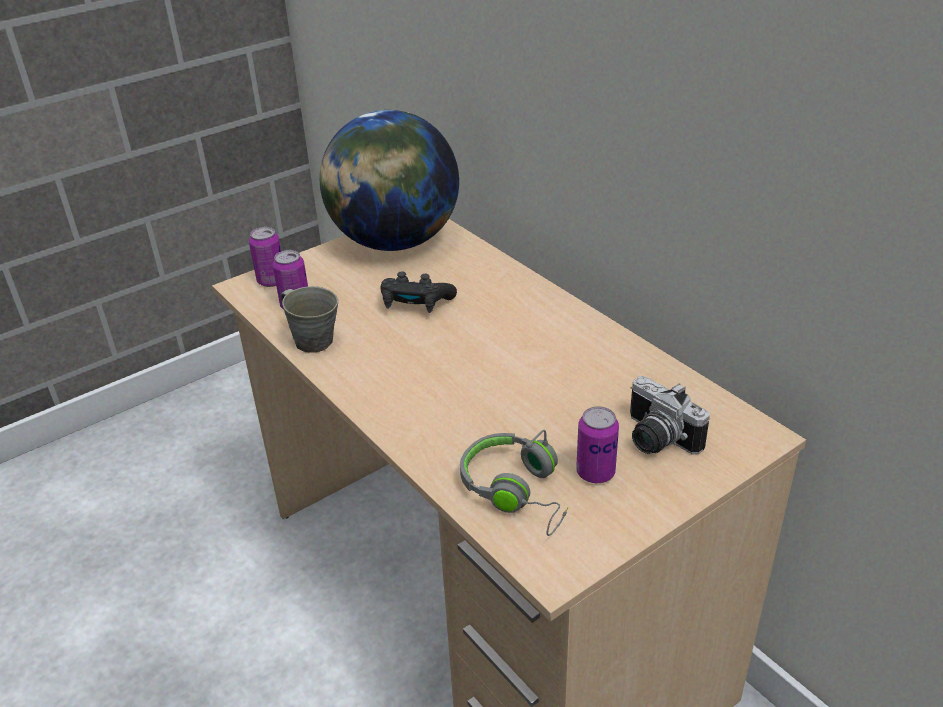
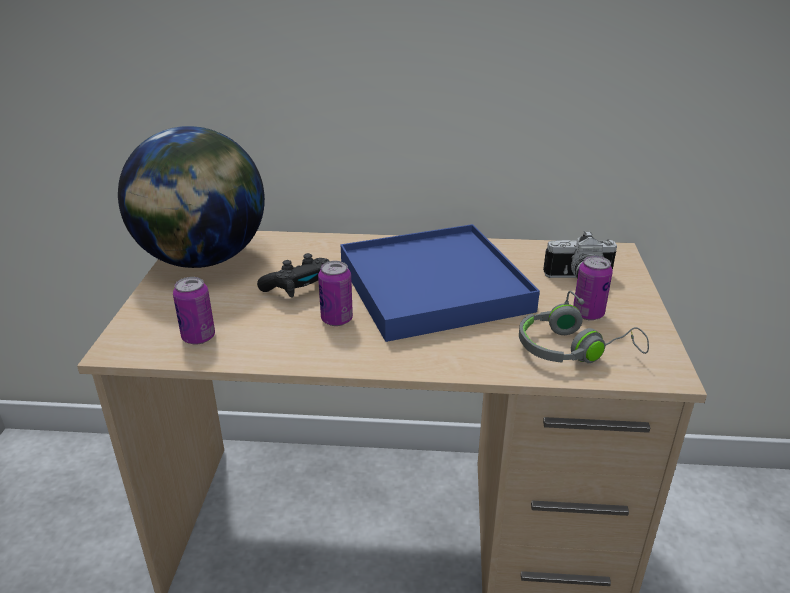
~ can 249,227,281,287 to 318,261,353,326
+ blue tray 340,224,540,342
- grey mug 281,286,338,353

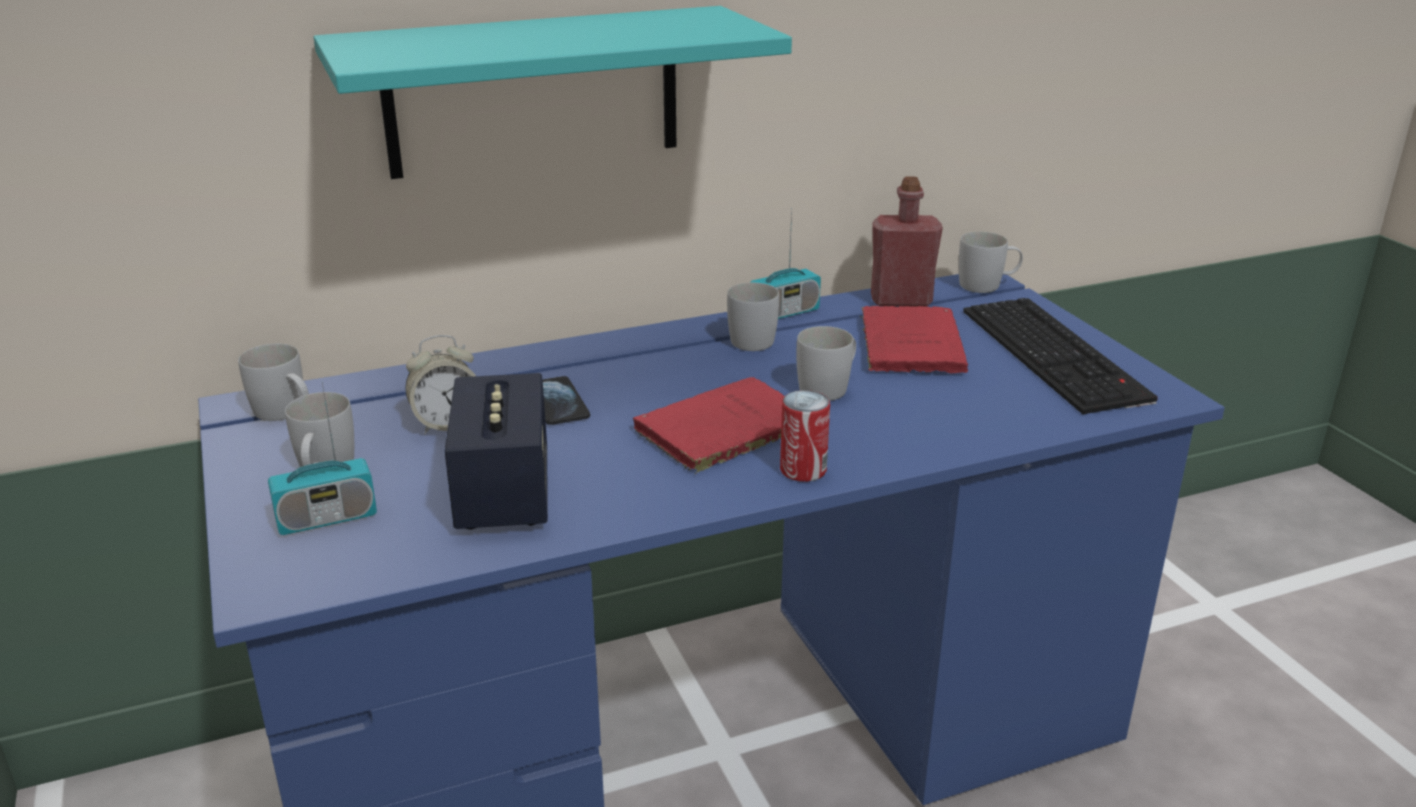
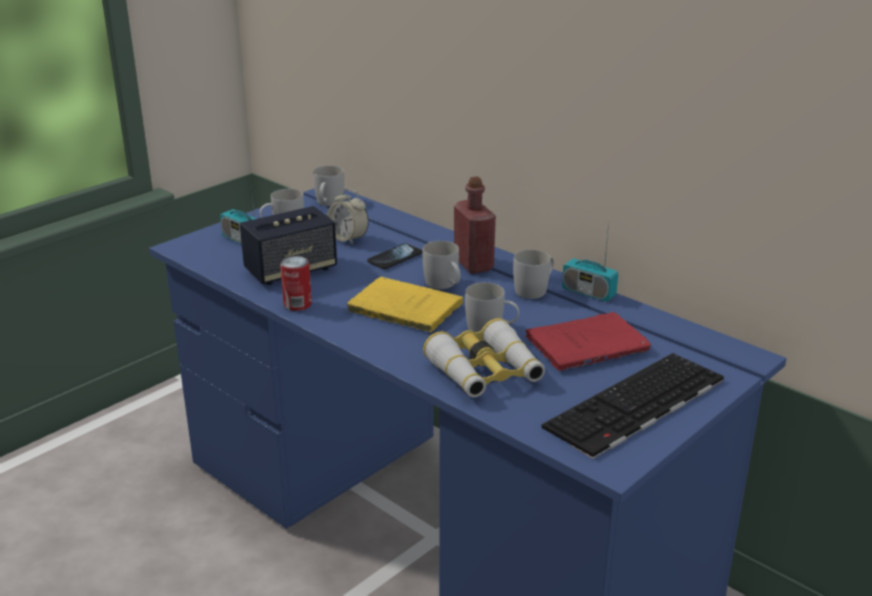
~ can 780,390,830,482 to 280,256,312,311
~ red book 633,377,785,474 to yellow book 347,277,463,333
~ white mug 959,232,1023,293 to 423,241,461,289
+ binoculars 423,318,545,397
~ red bottle 871,176,943,307 to 454,176,496,274
- turquoise shelf 314,6,792,179

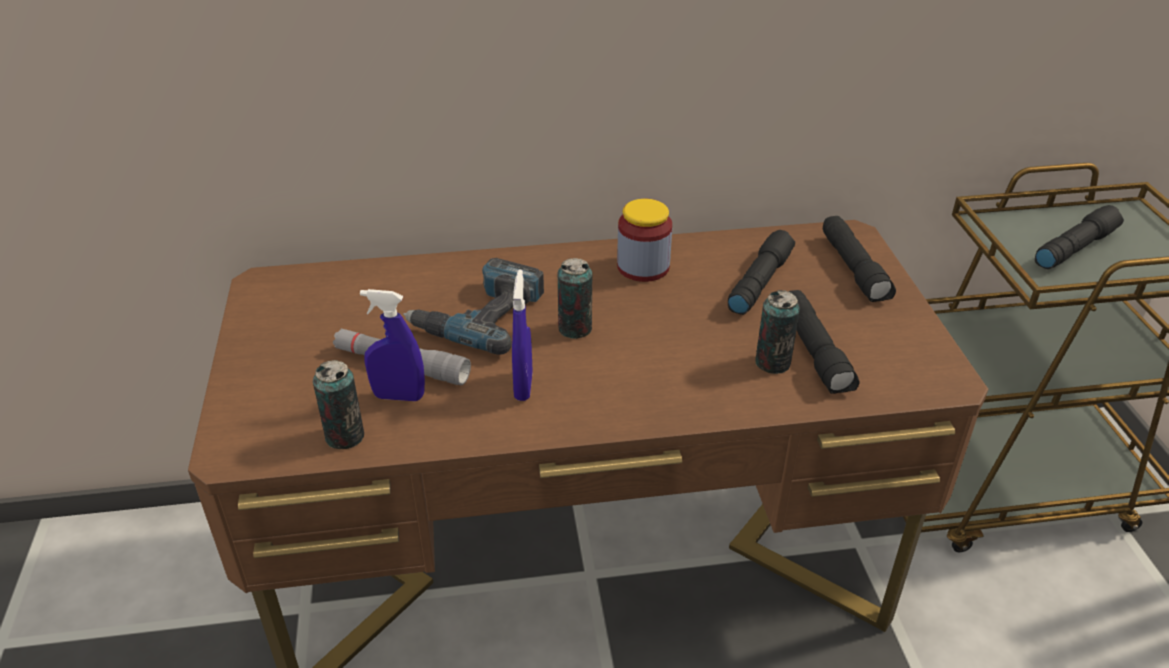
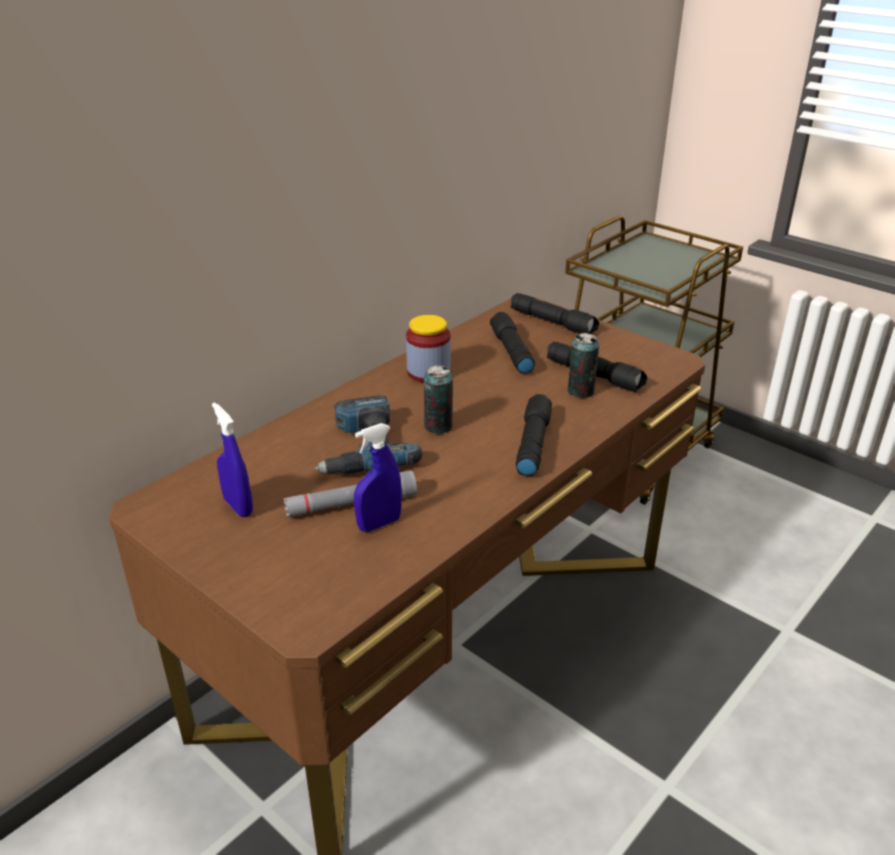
~ blue spray bottle 512,270,533,401 to 212,402,253,517
~ black flashlight 1035,205,1124,269 to 516,394,552,476
- can 313,360,364,449

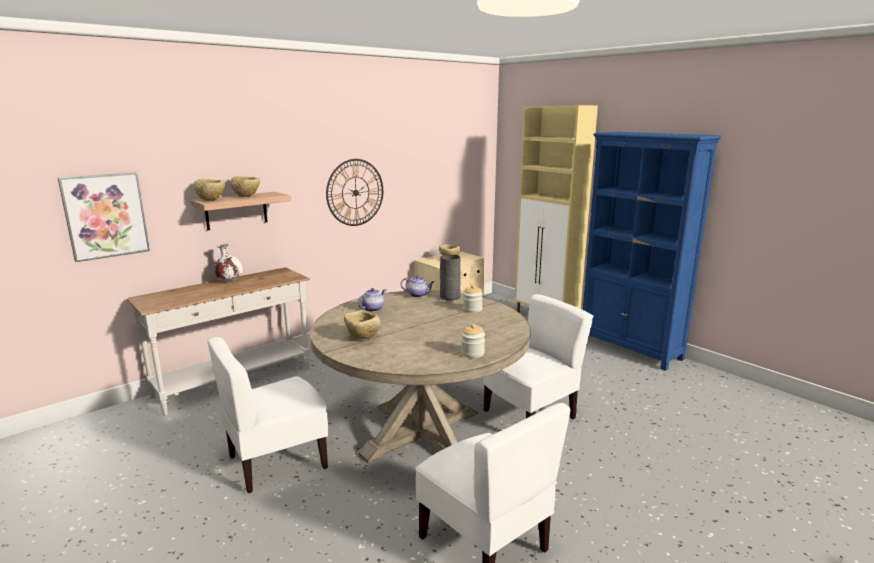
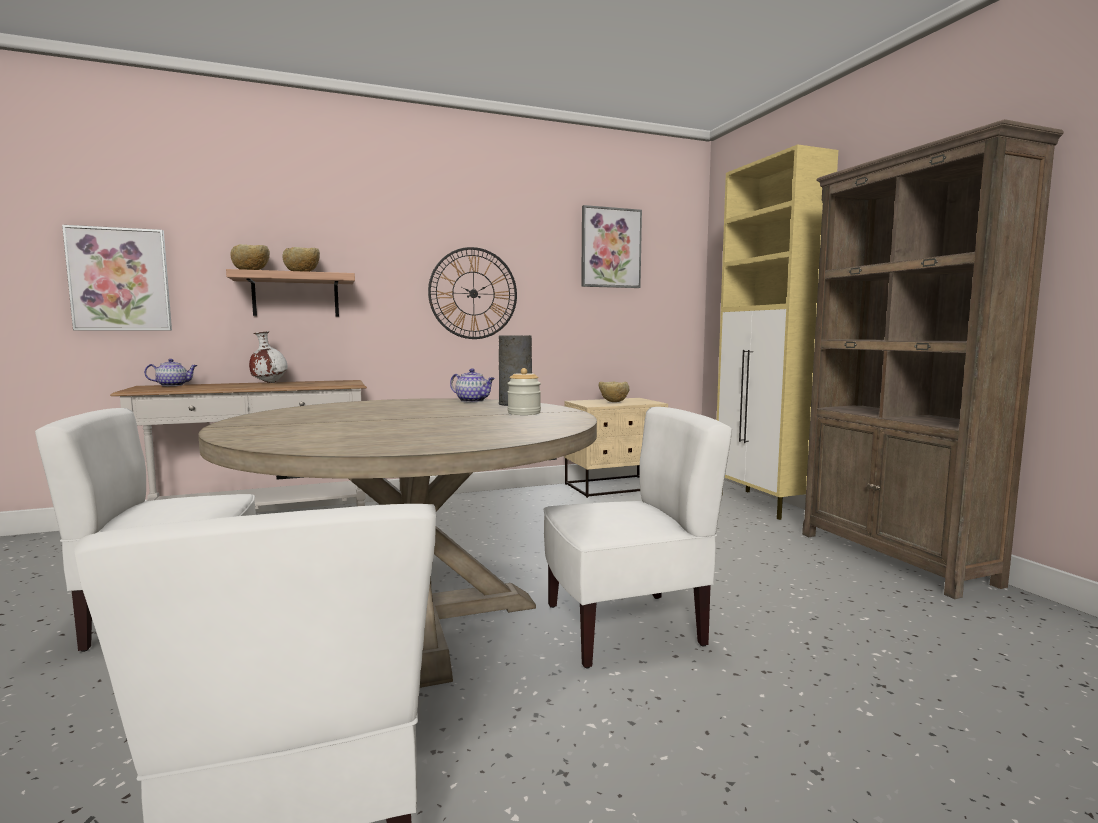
~ teapot 358,288,386,312 to 144,359,197,386
+ picture 581,205,642,288
~ blue bookcase 583,132,722,371 to brown bookcase 802,119,1064,599
- beige bowl 344,310,381,339
- jar 461,324,485,358

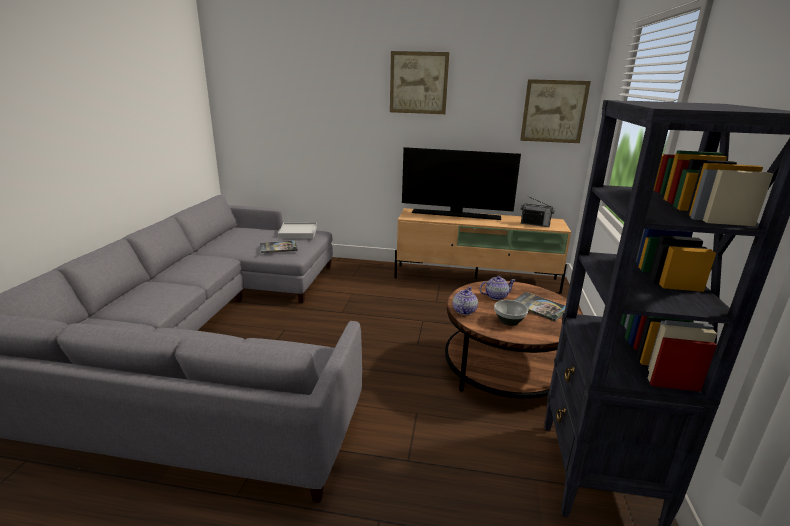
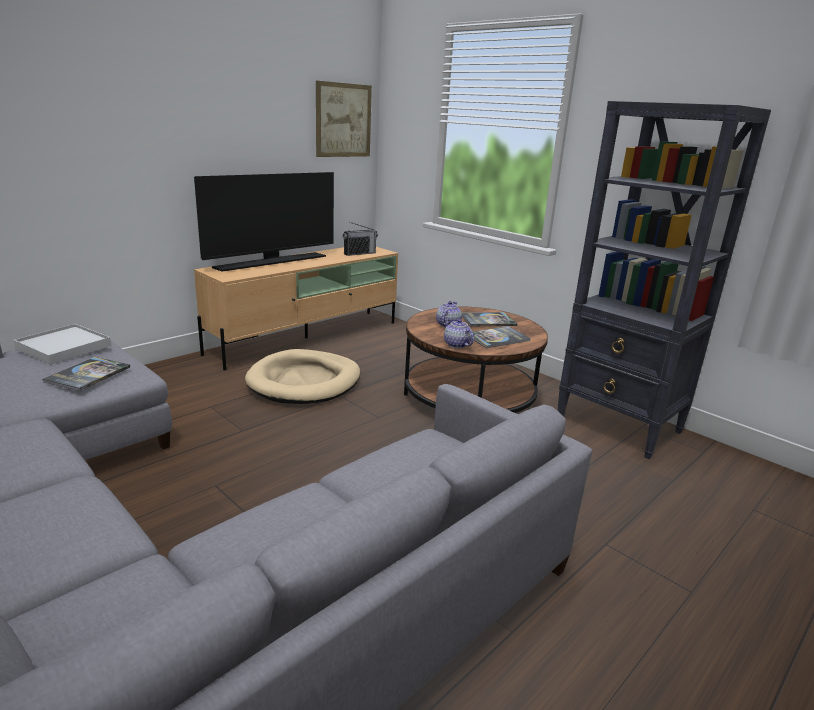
+ beige dog bed 245,349,360,404
~ bowl 494,300,528,326 to book 473,326,531,348
- picture 390,51,449,114

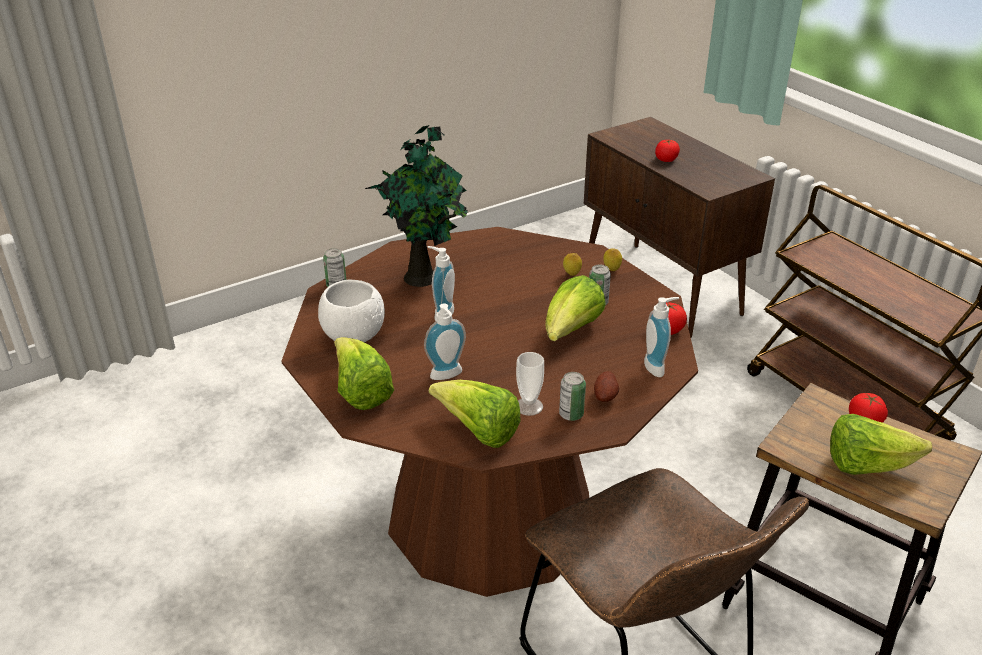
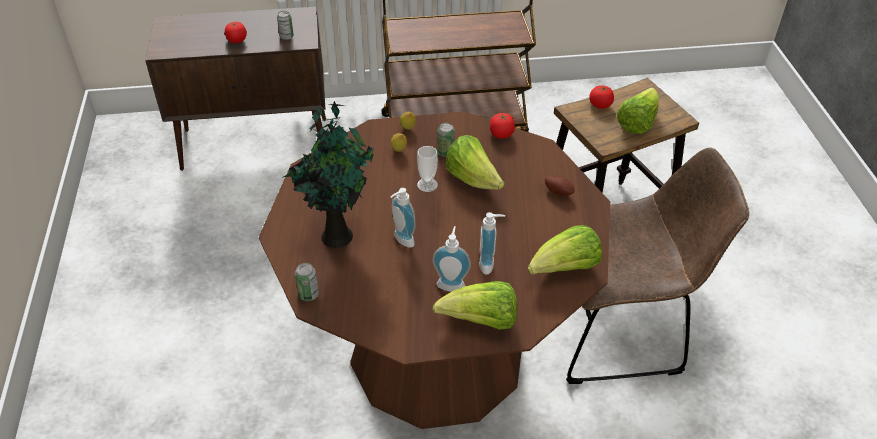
~ can 559,372,586,421 to 277,11,294,40
~ cup 516,352,544,416 to 417,146,438,192
~ soap dispenser 644,297,679,377 to 433,226,471,292
- white bowl 318,280,385,342

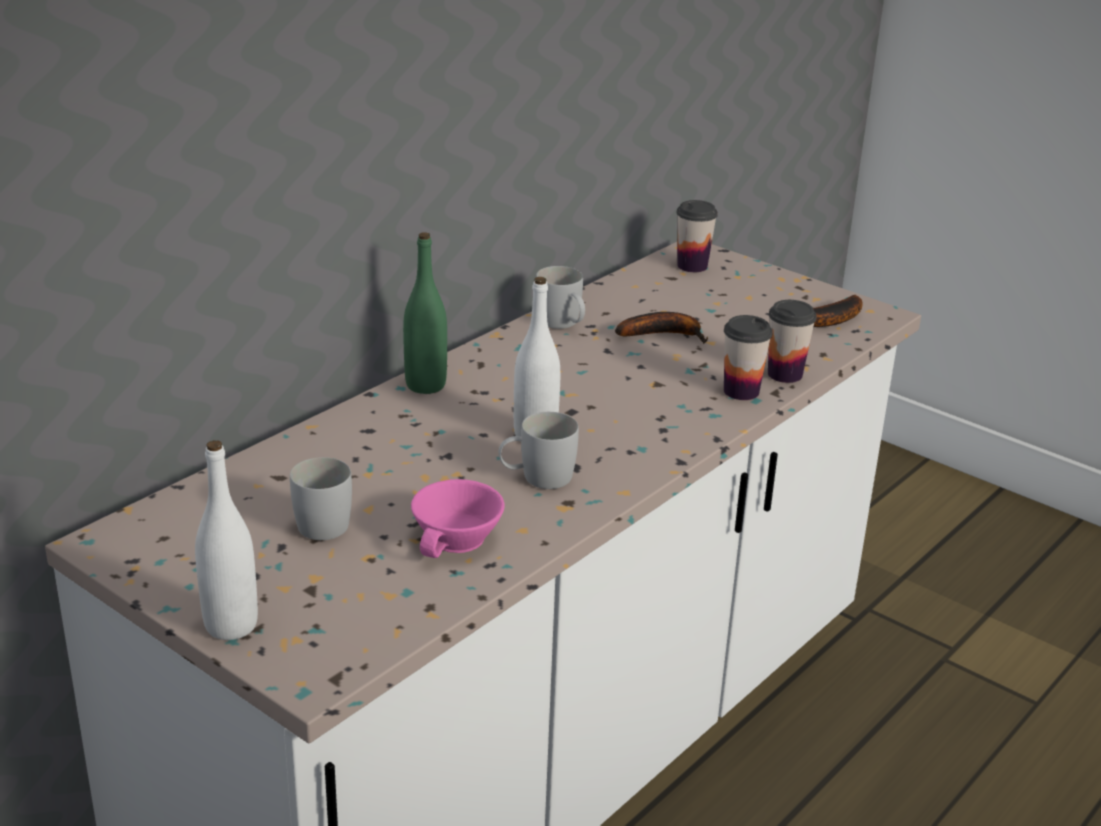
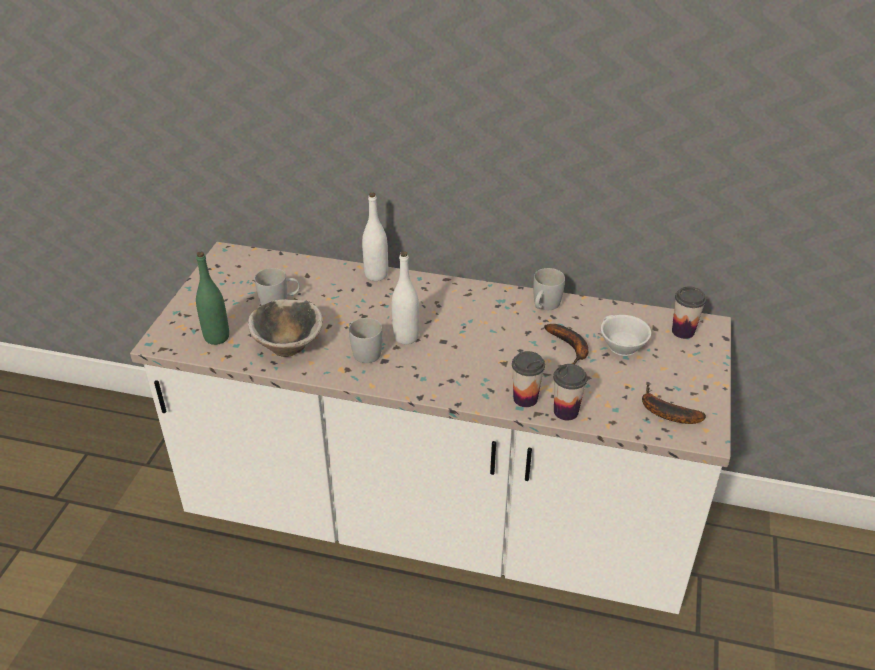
~ green bottle 403,232,447,394 to 196,252,229,345
~ pink cup 411,479,504,558 to bowl 248,299,323,357
~ white bottle 195,440,258,640 to 362,193,388,281
+ white cup 601,315,651,356

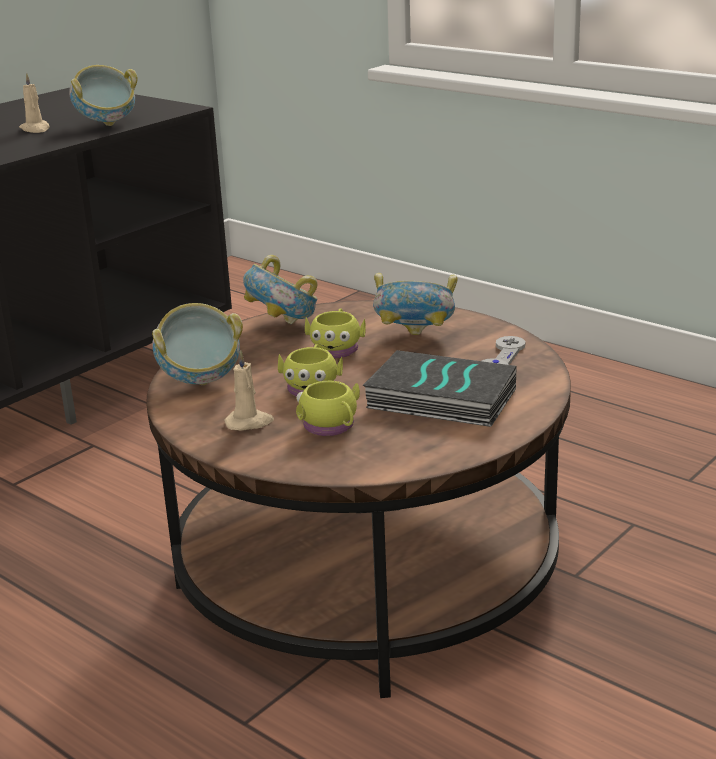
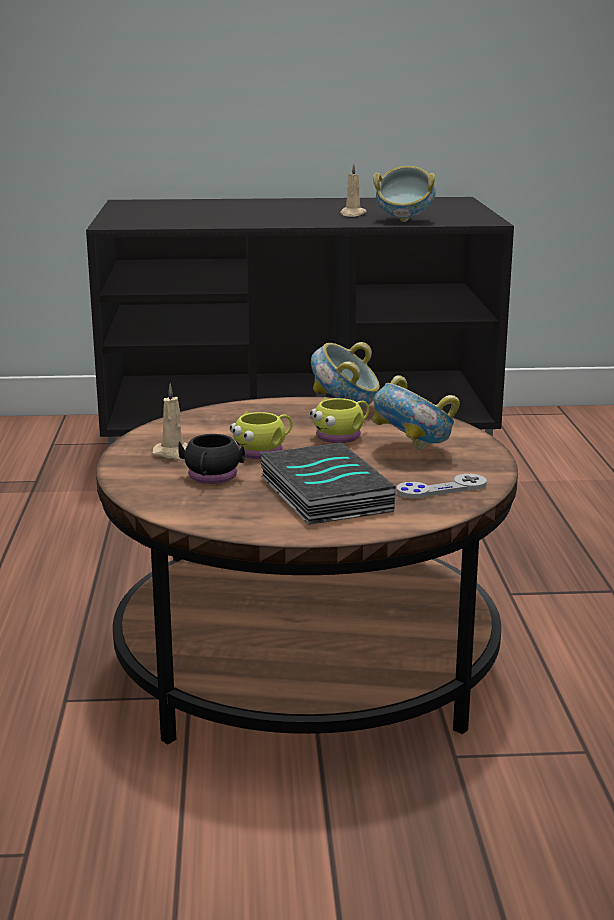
~ yellow mug 296,381,360,436 to black mug 178,434,245,484
- bowl 152,303,243,385

